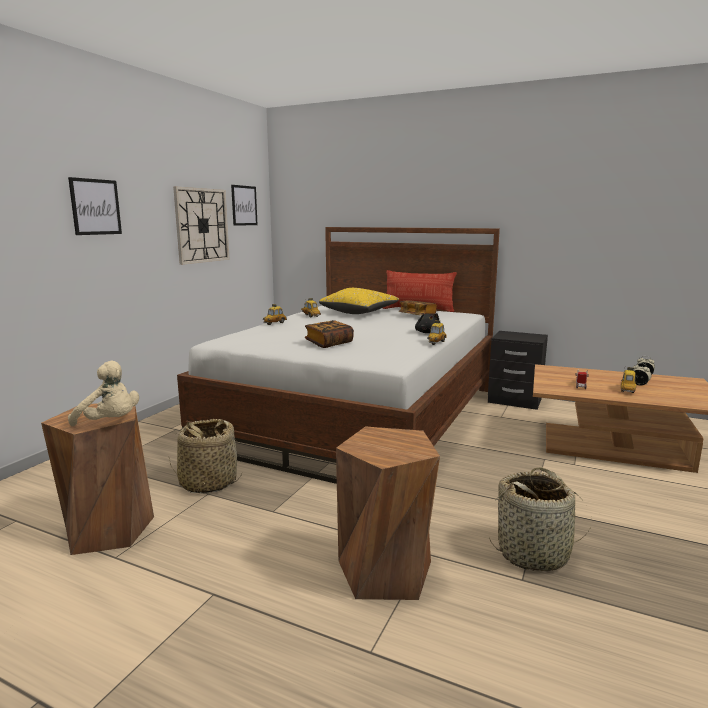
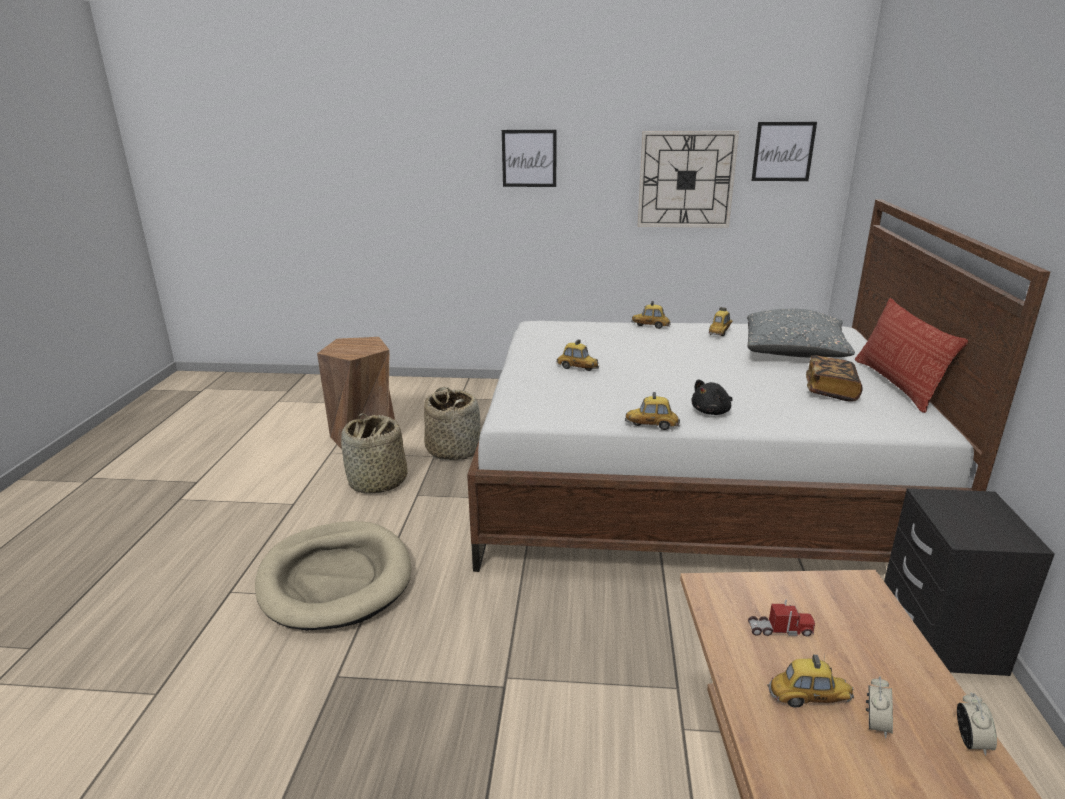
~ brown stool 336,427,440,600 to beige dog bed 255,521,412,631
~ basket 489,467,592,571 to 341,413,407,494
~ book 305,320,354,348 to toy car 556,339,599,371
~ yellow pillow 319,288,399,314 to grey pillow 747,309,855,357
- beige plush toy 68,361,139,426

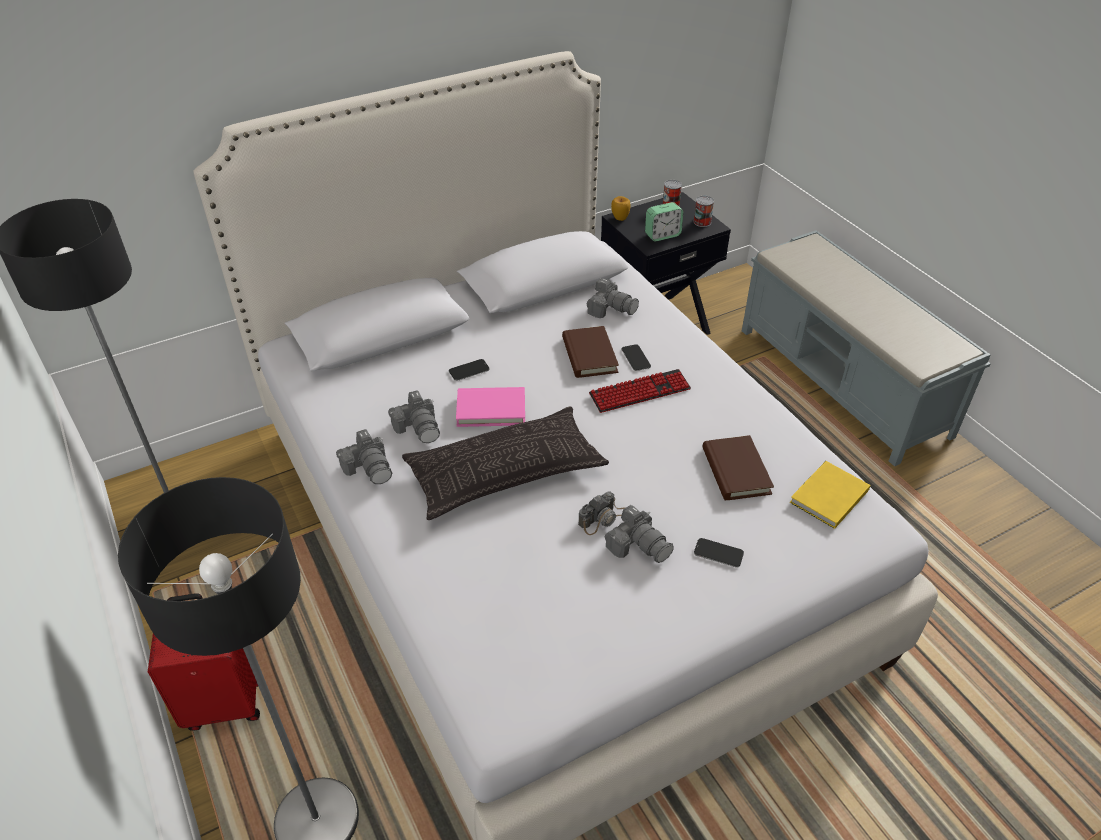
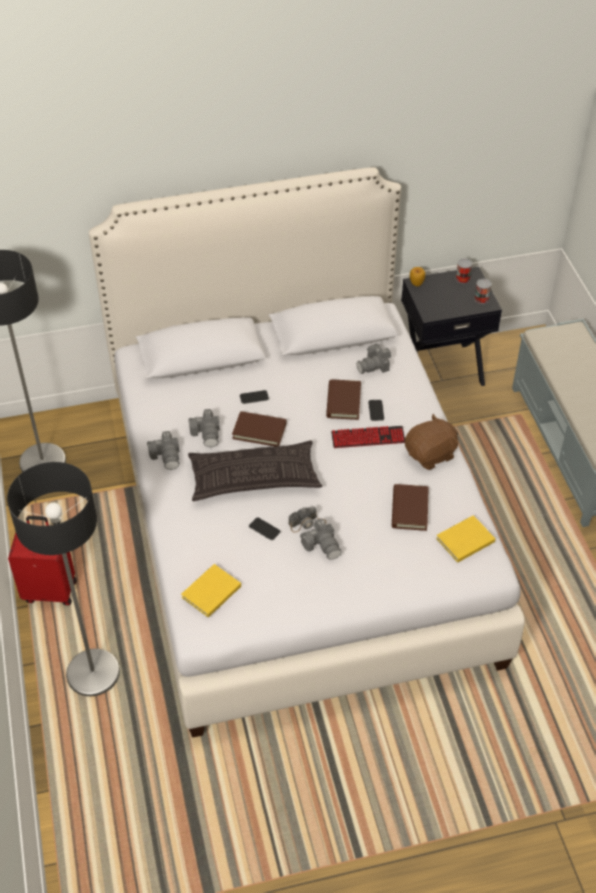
+ yellow book 181,564,241,617
~ pink book 456,387,525,427 to brown book 232,411,287,447
~ phone 694,538,744,568 to 249,517,280,540
~ photo camera 587,278,639,318 = 357,343,391,374 105 degrees clockwise
+ brown plush toy 405,414,459,470
- alarm clock 645,202,683,241

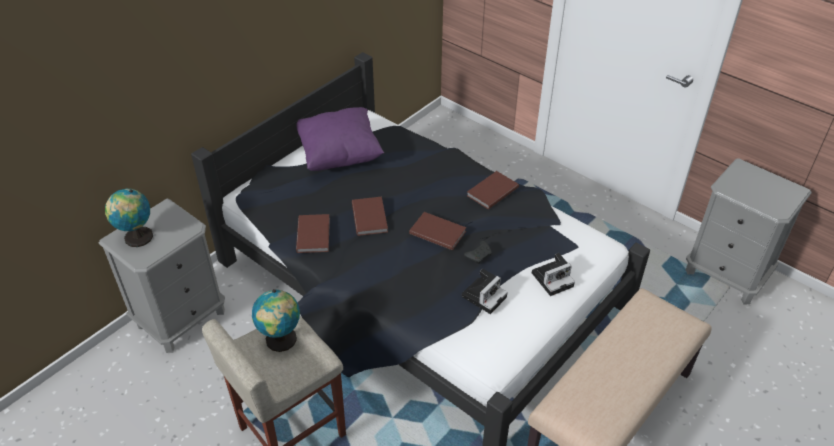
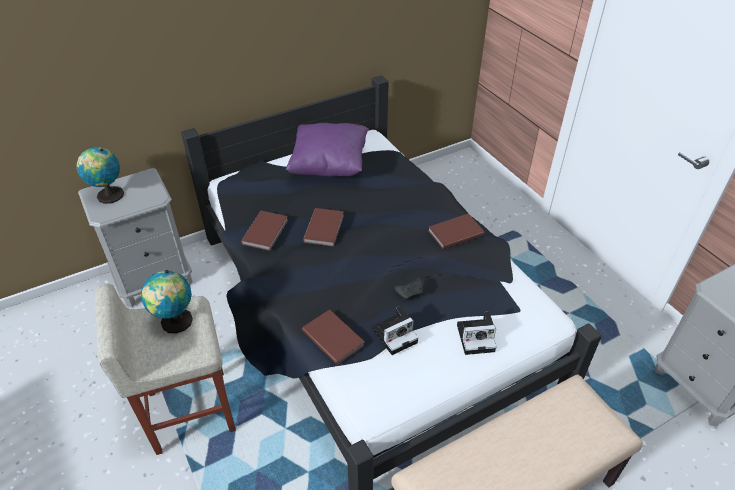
~ brown book 409,212,466,250 to 302,309,365,365

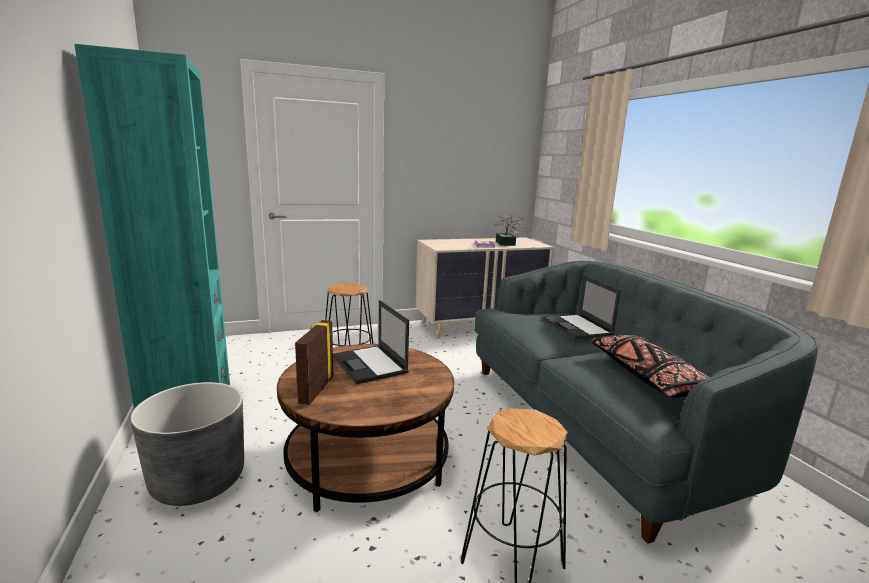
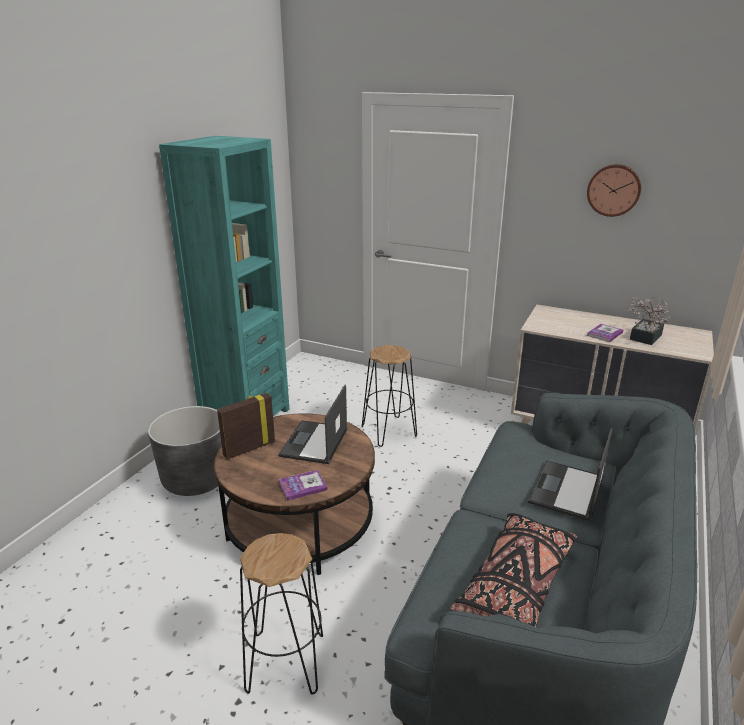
+ book 279,470,328,501
+ wall clock 587,164,641,217

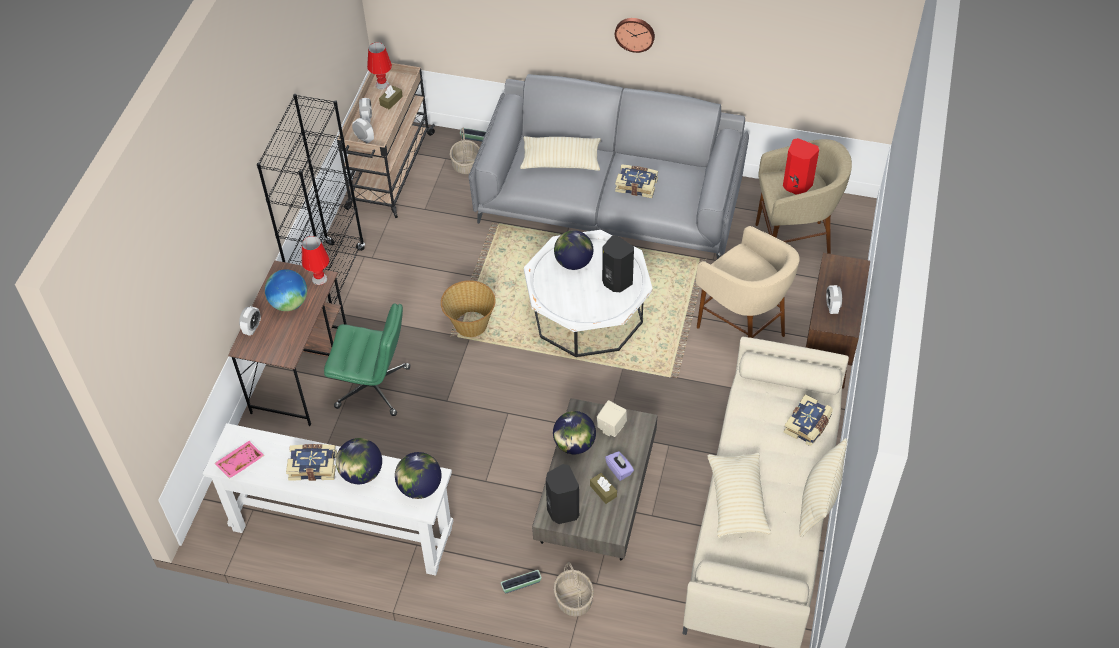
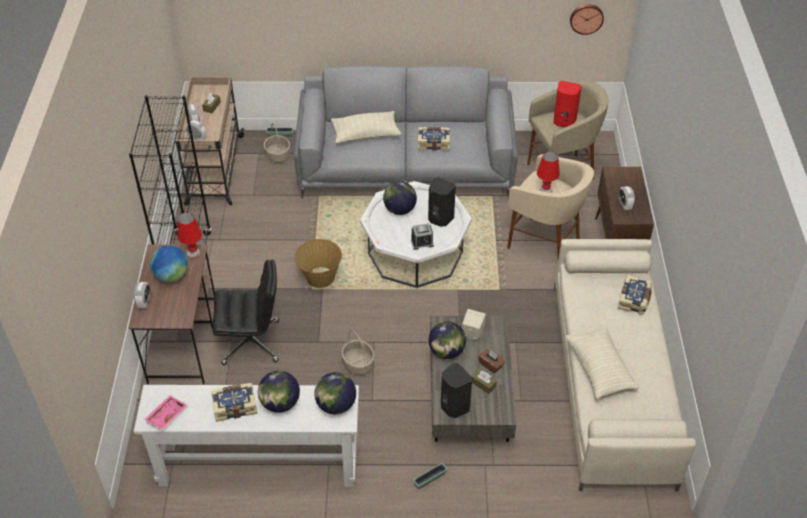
~ green office chair 324,303,410,416 to black office chair 212,259,279,365
~ basket 553,562,594,617 to 341,330,375,375
+ alarm clock 411,223,434,250
~ purple tissue box 605,451,634,481 to brown tissue box 478,349,505,373
~ red table lamp 367,42,392,89 to 537,151,560,193
~ wall clock 615,18,655,53 to 570,4,604,35
- beige pillow 799,438,847,537

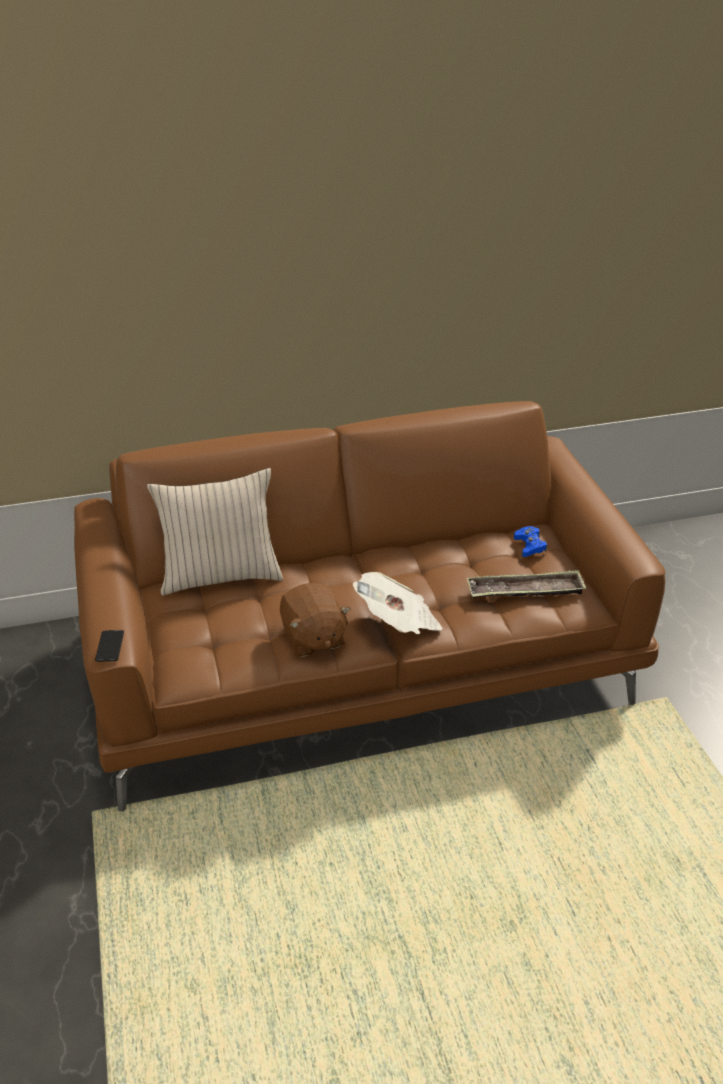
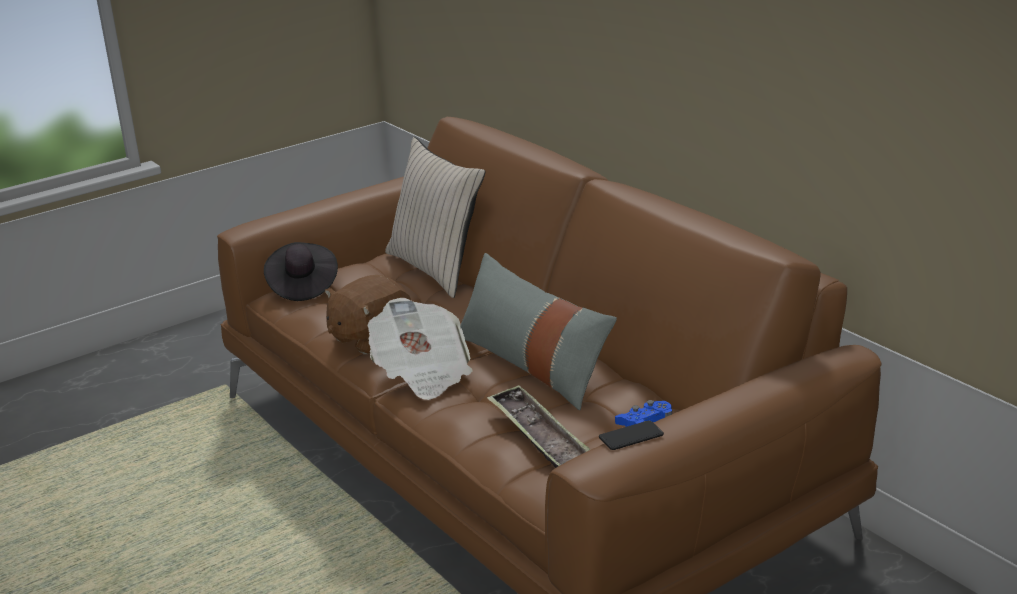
+ black hat 264,242,338,301
+ grey pillow 460,253,617,410
~ phone 95,630,124,662 to 599,421,664,450

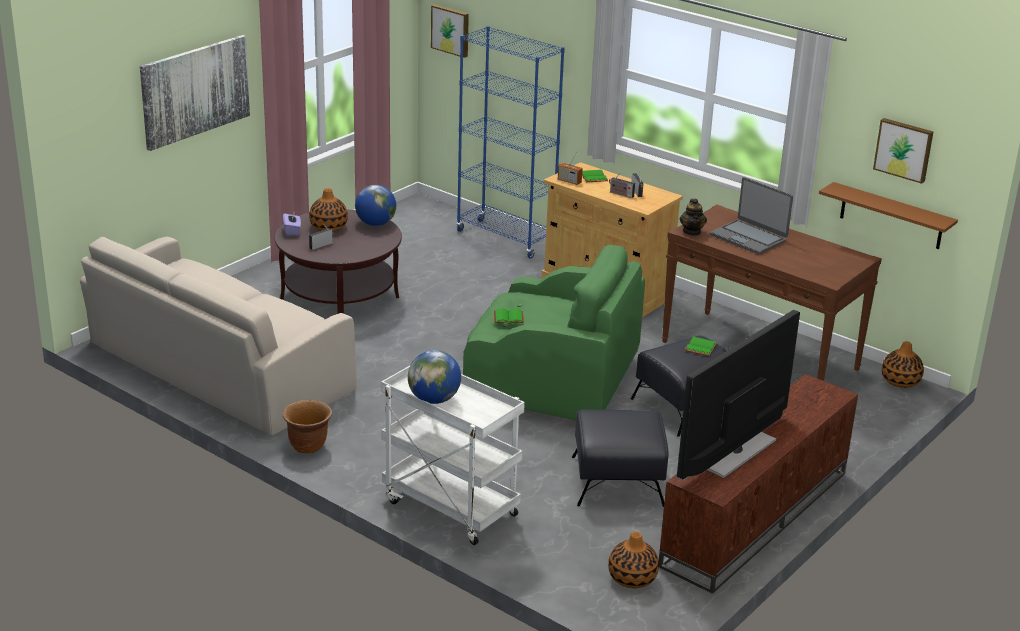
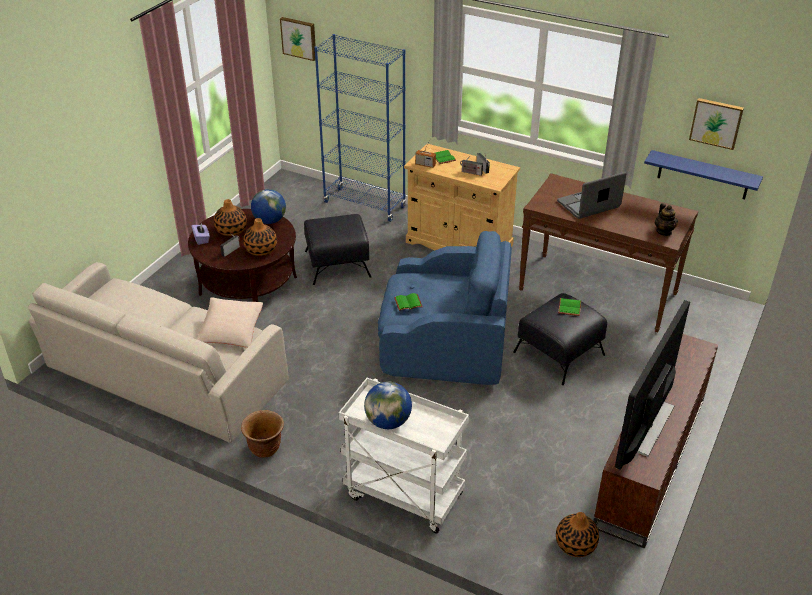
+ beige pillow 197,297,263,348
~ vase 882,341,924,388 to 243,218,277,256
~ black ottoman 572,409,668,507 to 304,214,371,285
~ green armchair 463,245,645,420 to blue armchair 378,231,512,385
~ laptop 710,177,793,255 = 557,172,627,219 120 degrees clockwise
~ brown shelf 819,182,958,249 to blue shelf 644,150,763,199
~ teapot 680,198,707,236 to 655,203,678,236
- picture 140,35,250,151

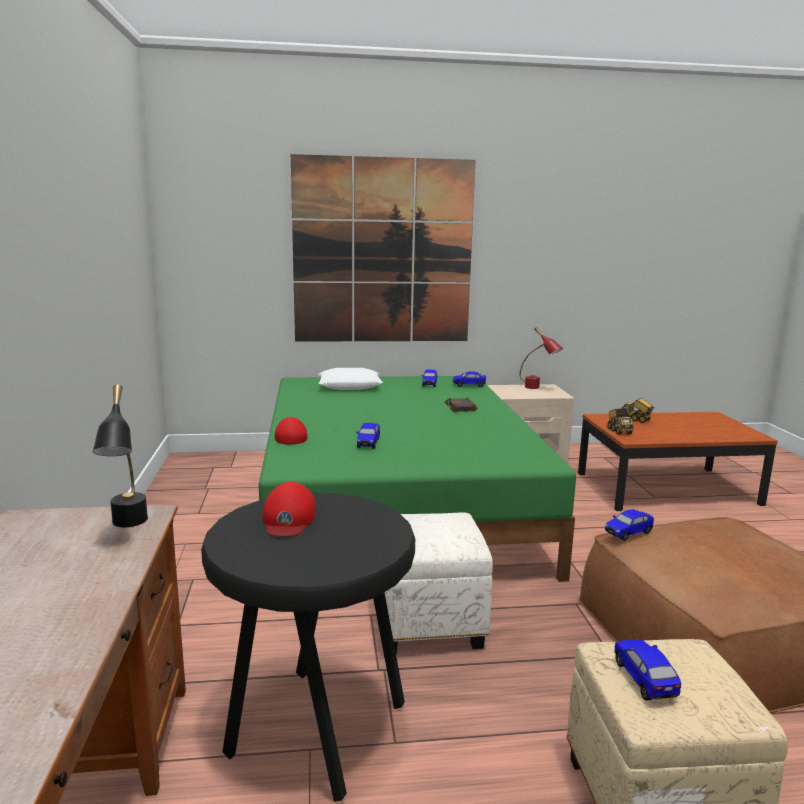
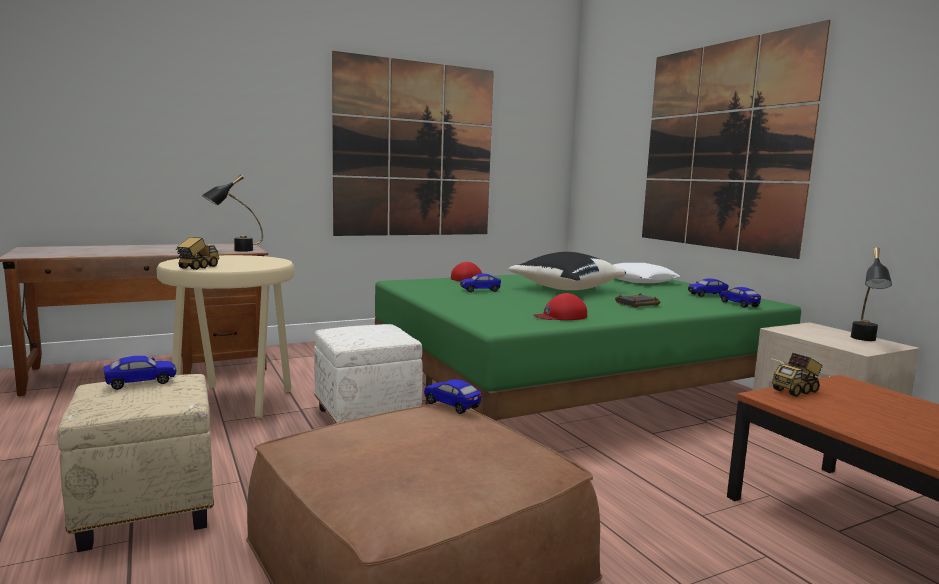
~ black stool 201,493,415,802 to beige stool 157,255,294,418
~ toy truck 621,398,654,423 to 176,237,219,270
+ picture 332,51,494,236
+ black pillow 509,252,626,290
~ red cap 262,482,316,536 to 534,293,587,320
~ red table lamp 519,327,563,389 to black table lamp 850,247,892,341

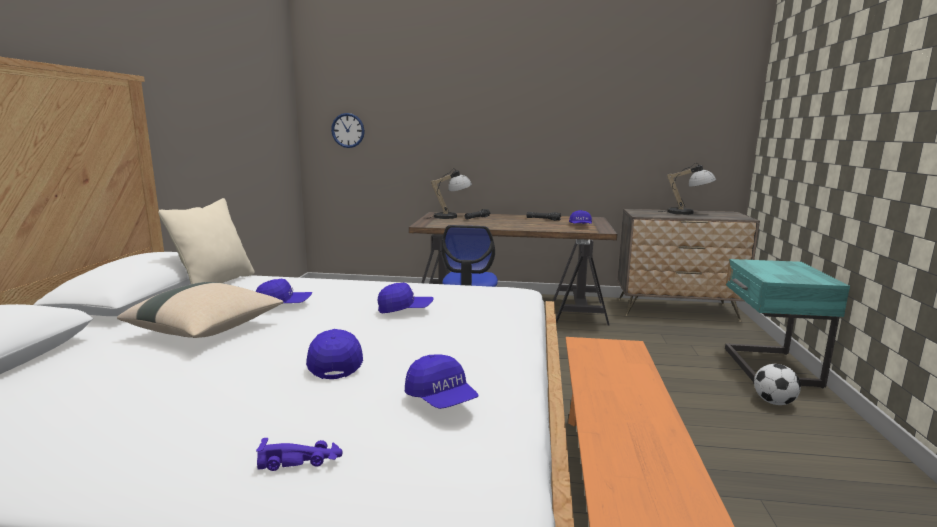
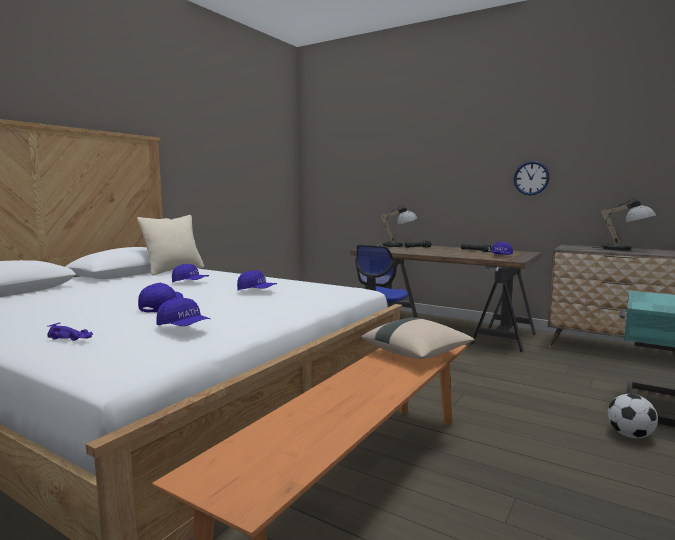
~ blue cap 405,354,479,409 = 156,298,211,326 45 degrees counterclockwise
~ beige pillow 117,282,283,338 to 361,318,475,359
~ wall clock 331,113,365,148 to 514,161,550,195

